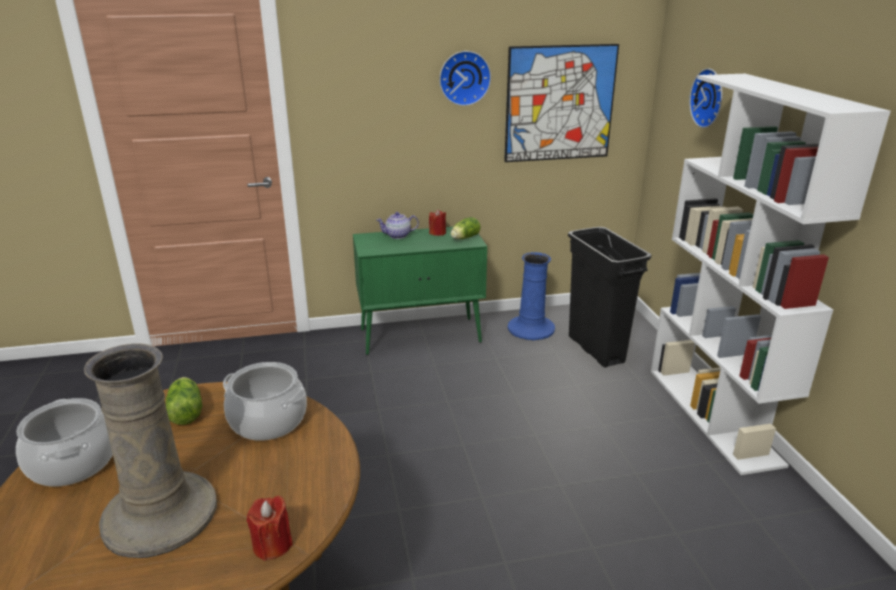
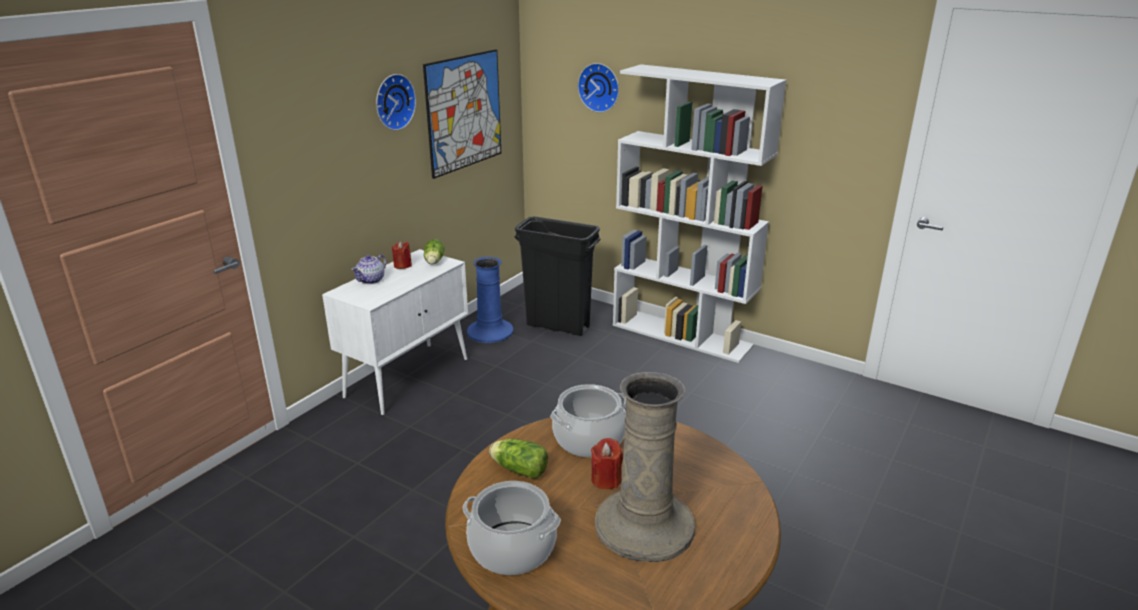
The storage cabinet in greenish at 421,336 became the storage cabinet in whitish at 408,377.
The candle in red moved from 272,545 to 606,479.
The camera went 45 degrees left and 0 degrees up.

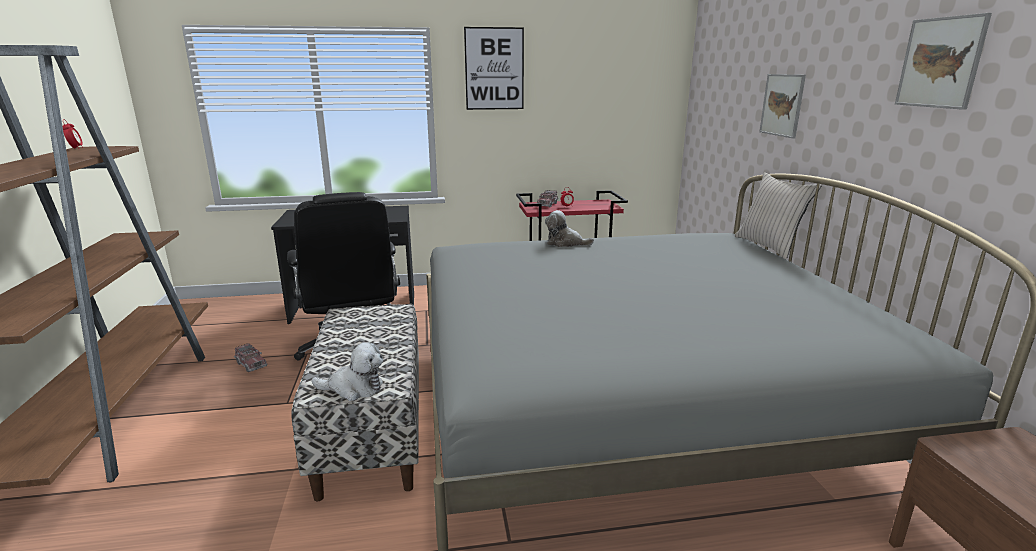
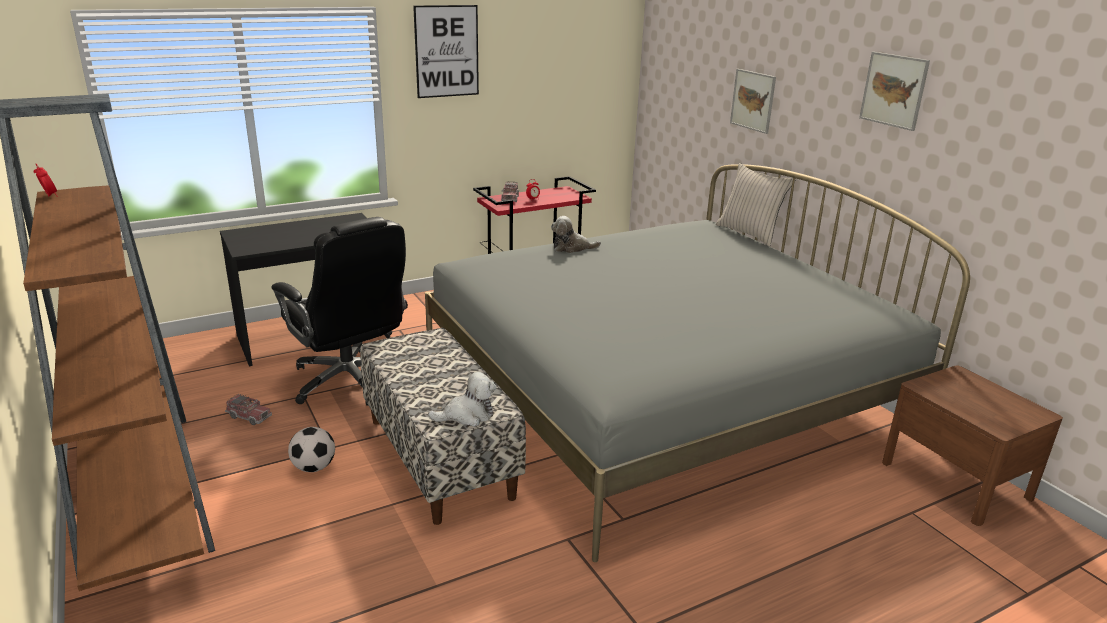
The football ball at 314,467 appeared.
The camera went 20 degrees left and 5 degrees up.

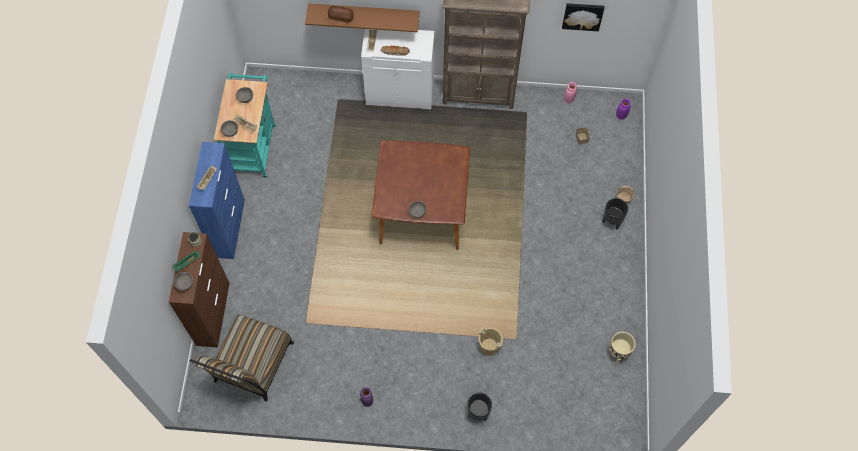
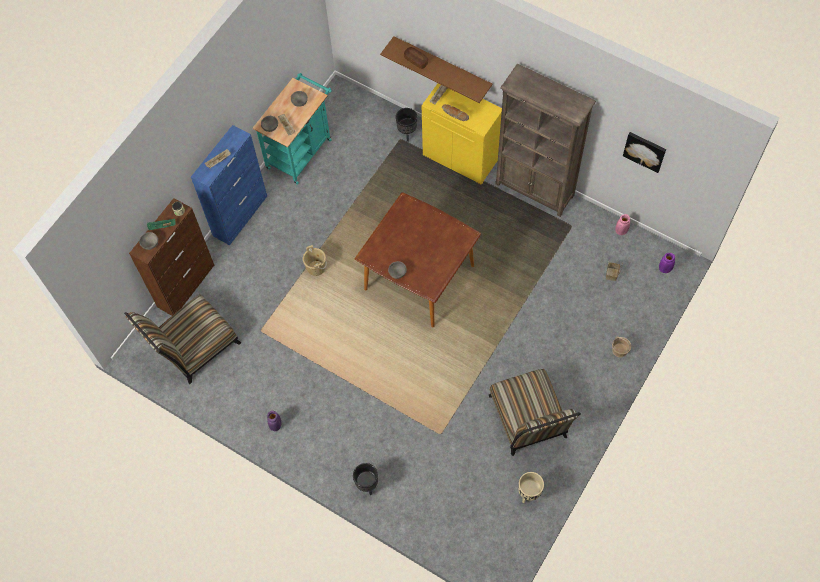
The storage cabinet in whitish at 400,92 became the storage cabinet in yellow-coloured at 461,156.
The plant pot in black moved from 612,221 to 407,133.
The bucket in sand-coloured moved from 489,346 to 316,268.
The plain chair at 529,421 appeared.
The camera went 30 degrees right and 0 degrees up.

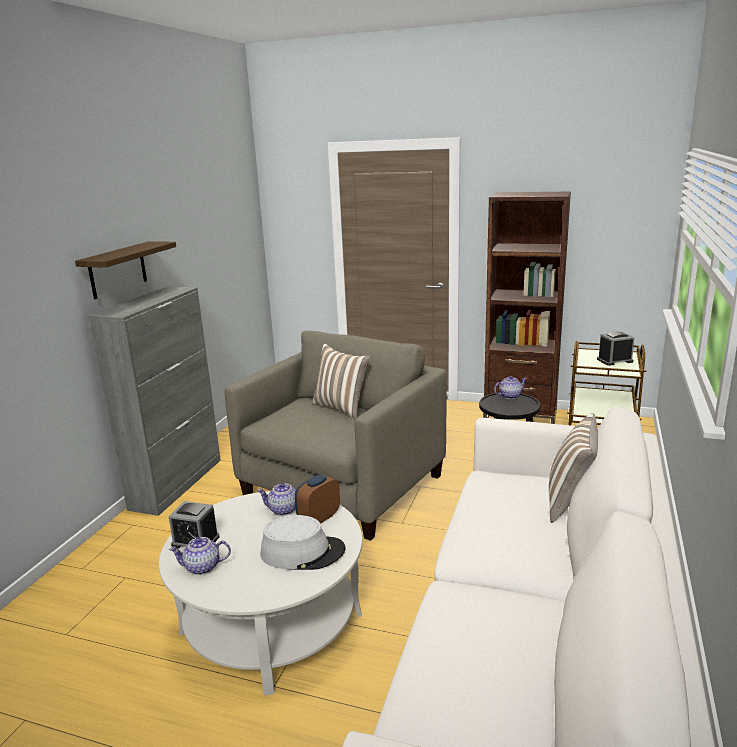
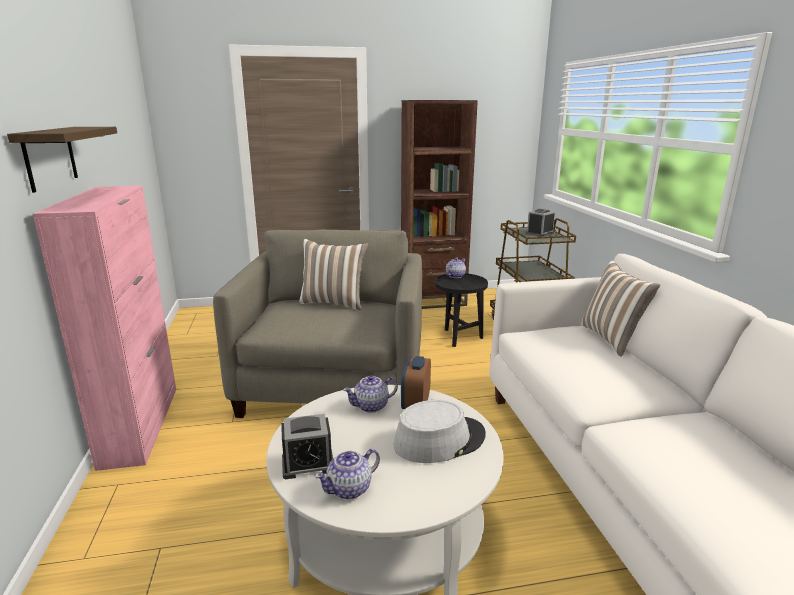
The storage cabinet in greyish at 177,483 became the storage cabinet in pinkish at 141,424.
The camera went 30 degrees left and 0 degrees up.

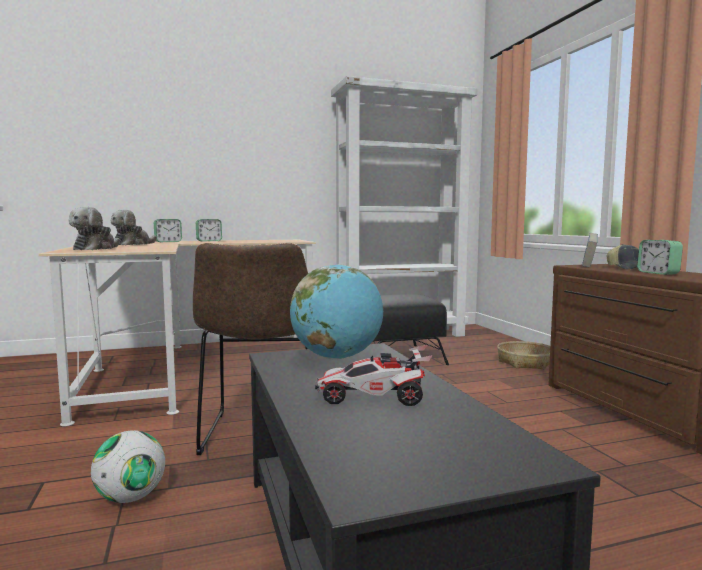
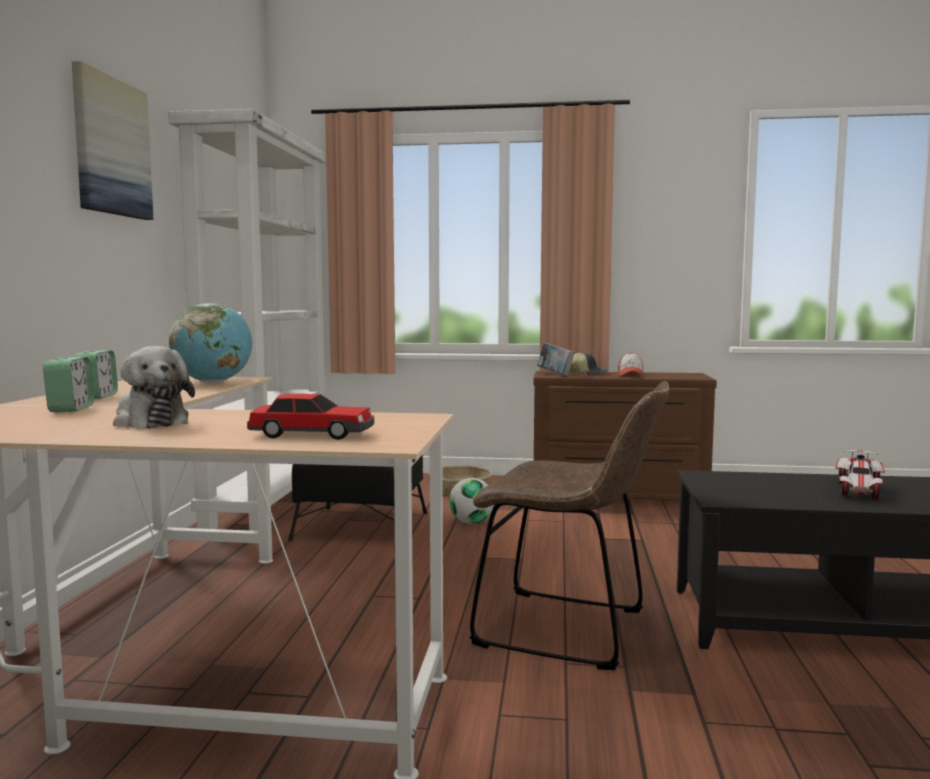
The cuddly toy at 96,249 was replaced by the model car at 314,434.
The alarm clock at 658,273 was replaced by the baseball cap at 631,375.
The globe moved from 337,358 to 213,382.
The football ball moved from 130,497 to 471,522.
The wall art at 111,147 appeared.
The camera went 65 degrees left and 0 degrees up.

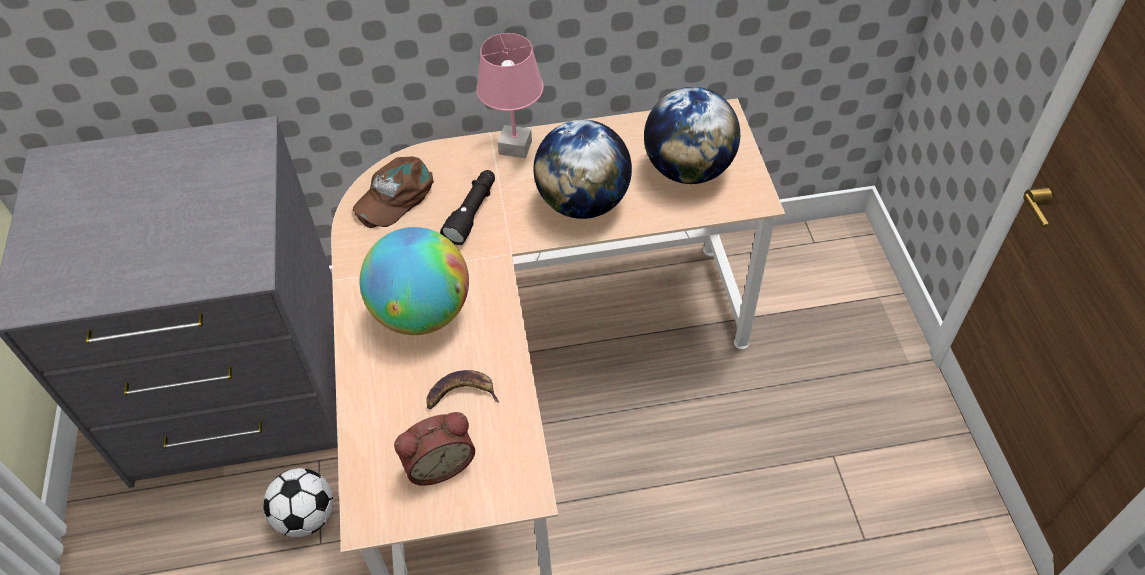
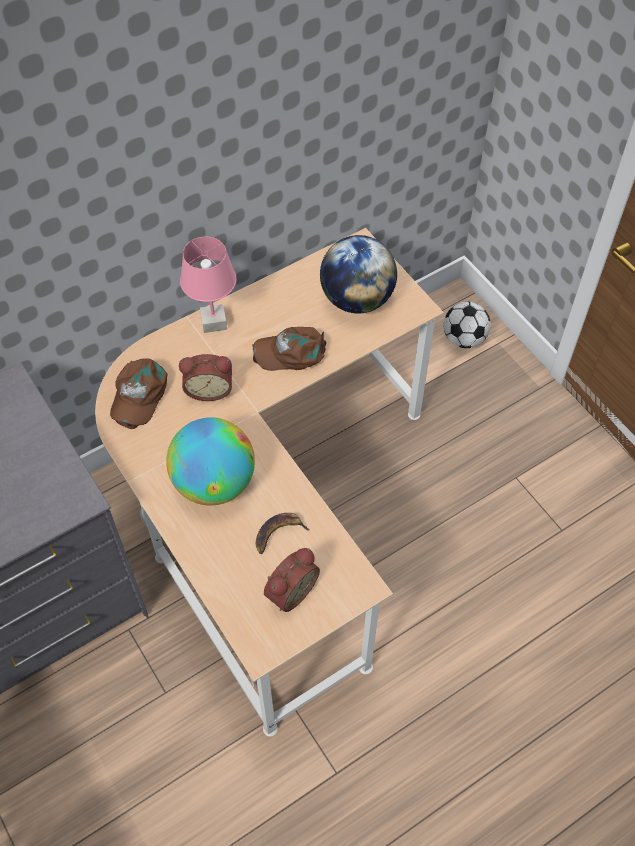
The globe at 583,202 was replaced by the baseball cap in brown-coloured at 291,352.
The flashlight in black at 472,213 was replaced by the alarm clock at 209,389.
The football ball moved from 306,516 to 464,339.
The camera went 25 degrees left and 5 degrees up.

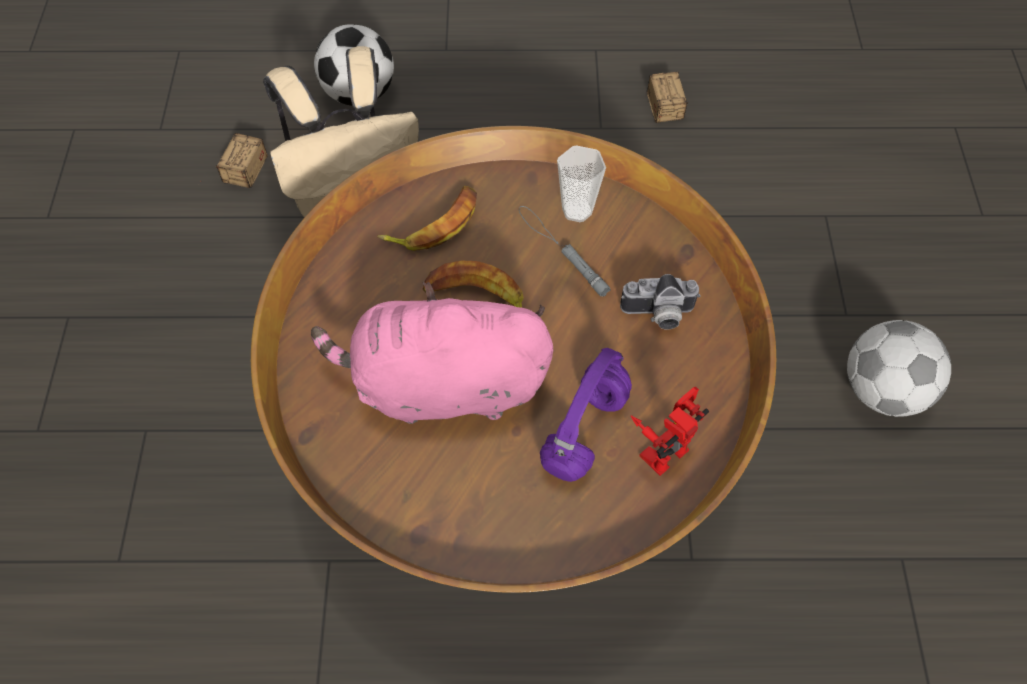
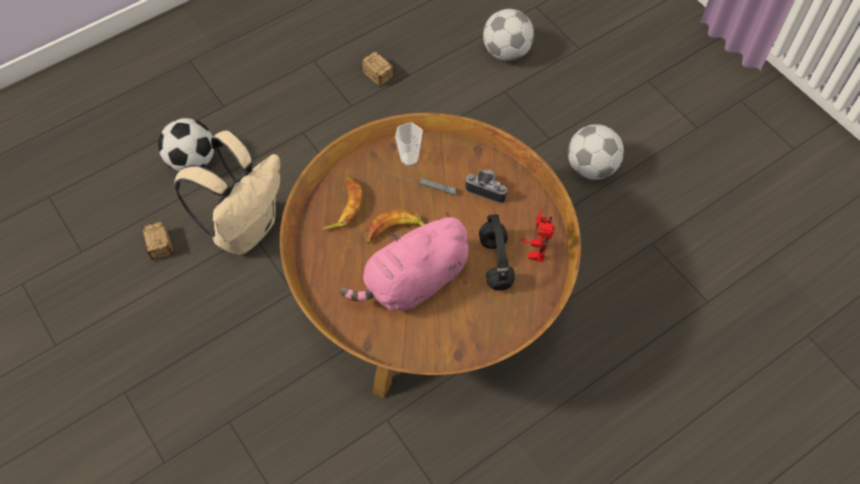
The still camera at 658,315 turned 120 degrees counterclockwise.
The headphones in purple-coloured at 585,433 became the headphones in black at 496,263.
The football ball at 506,52 appeared.
The camera went 35 degrees left and 0 degrees up.

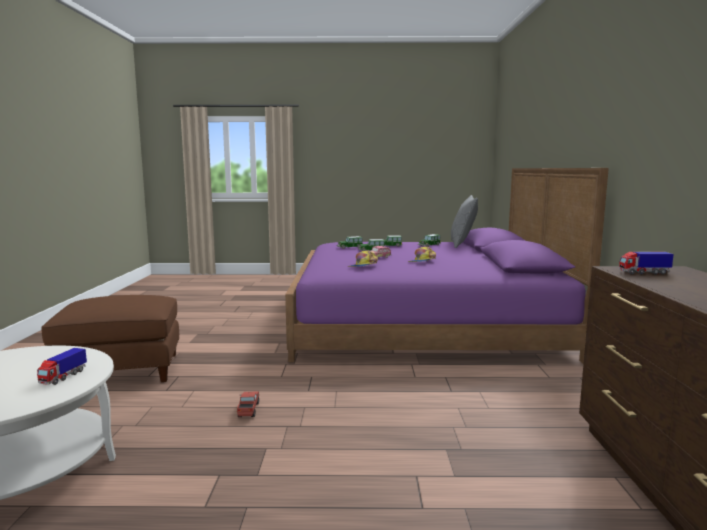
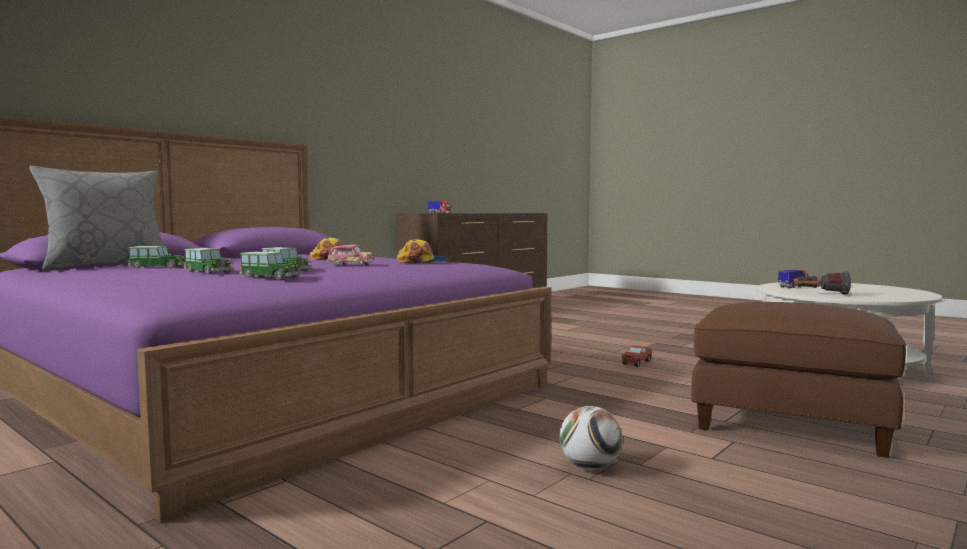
The flashlight at 820,293 appeared.
The football ball at 589,467 appeared.
The camera went 140 degrees left and 5 degrees down.

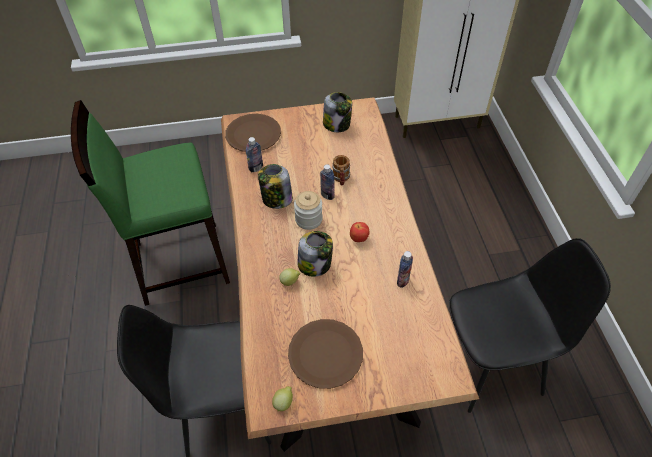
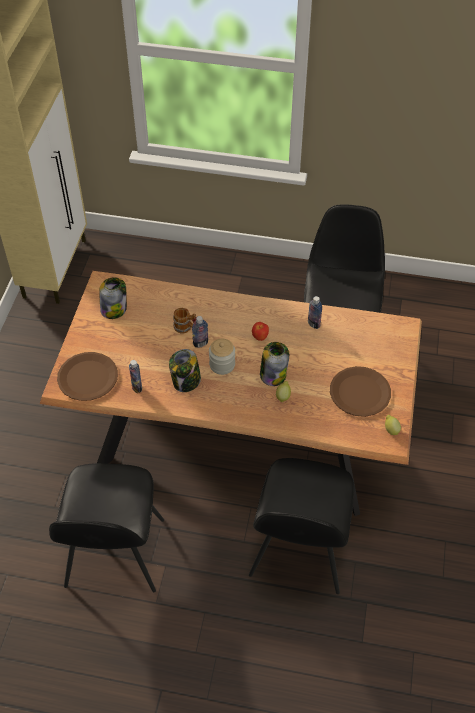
The stool seat in greenish at 180,262 was replaced by the plain chair in black at 114,555.
The camera went 70 degrees left and 0 degrees up.

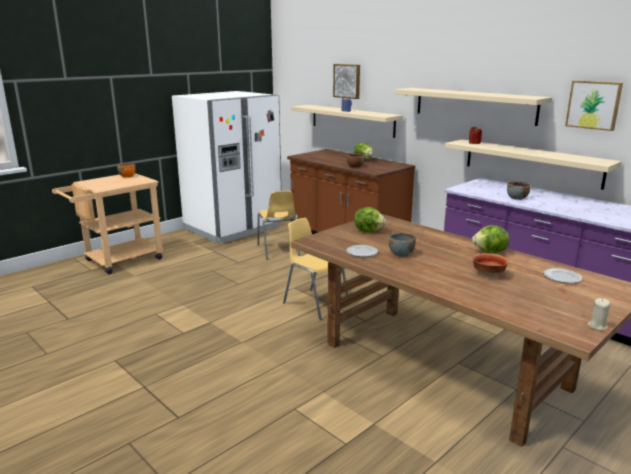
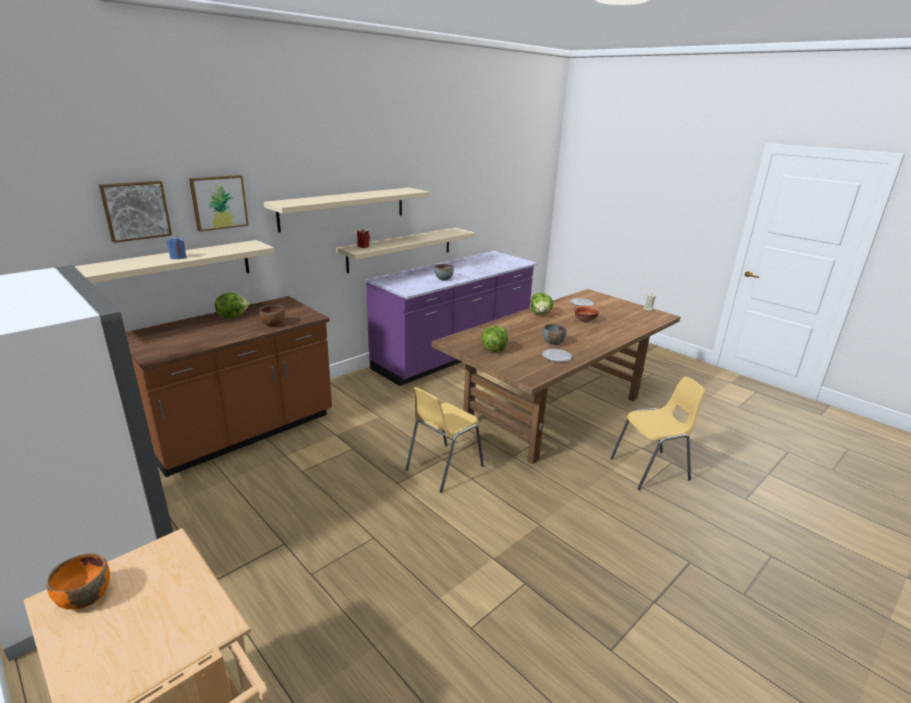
The wall art moved from 594,105 to 218,202.
The plain chair in yellow-coloured moved from 278,250 to 651,469.
The camera went 90 degrees left and 5 degrees up.

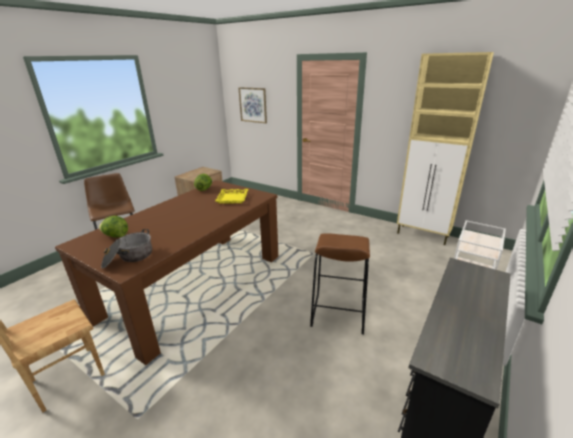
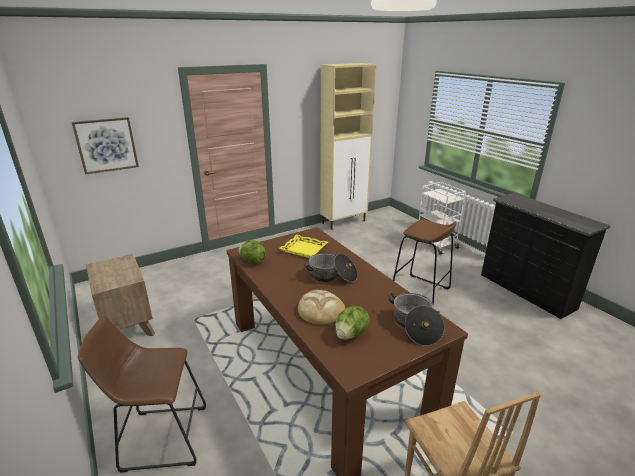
The saucepot at 332,276 appeared.
The bakery bread at 320,310 appeared.
The camera went 65 degrees left and 0 degrees up.

